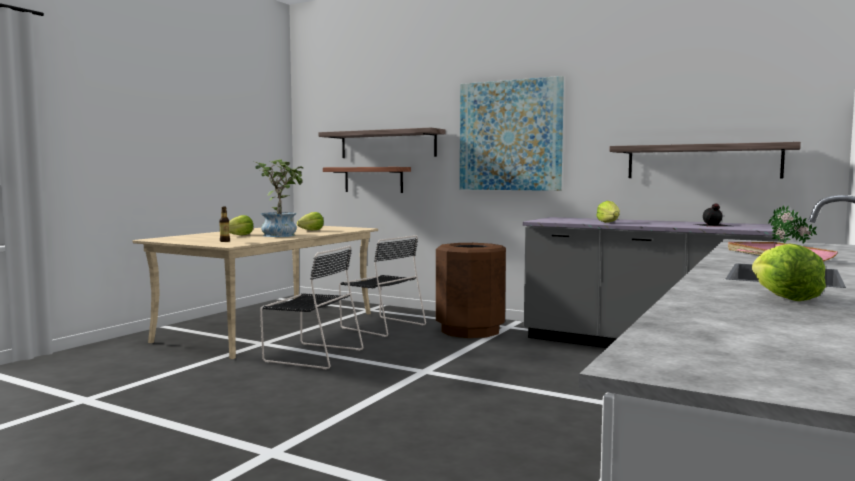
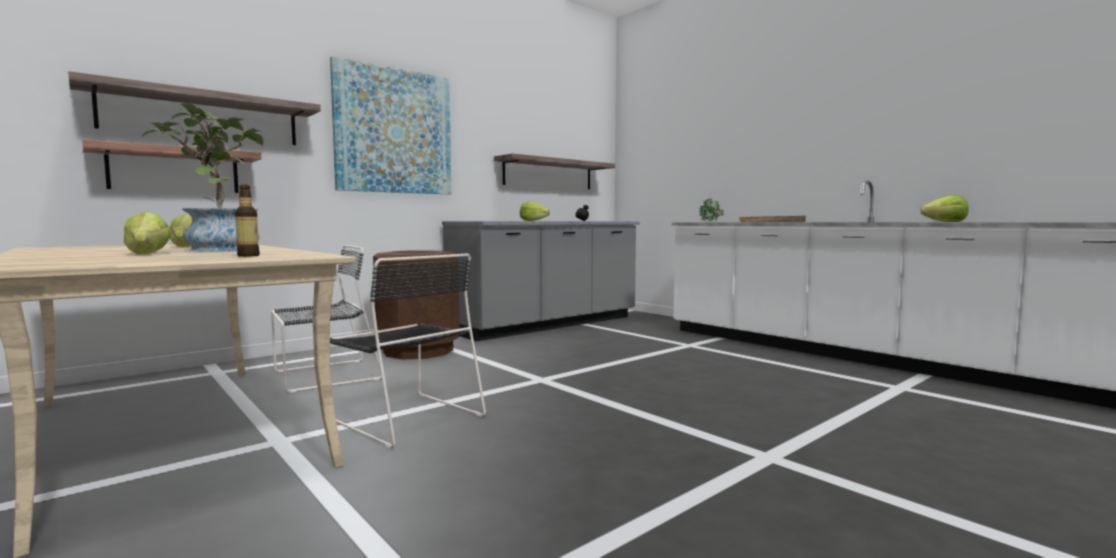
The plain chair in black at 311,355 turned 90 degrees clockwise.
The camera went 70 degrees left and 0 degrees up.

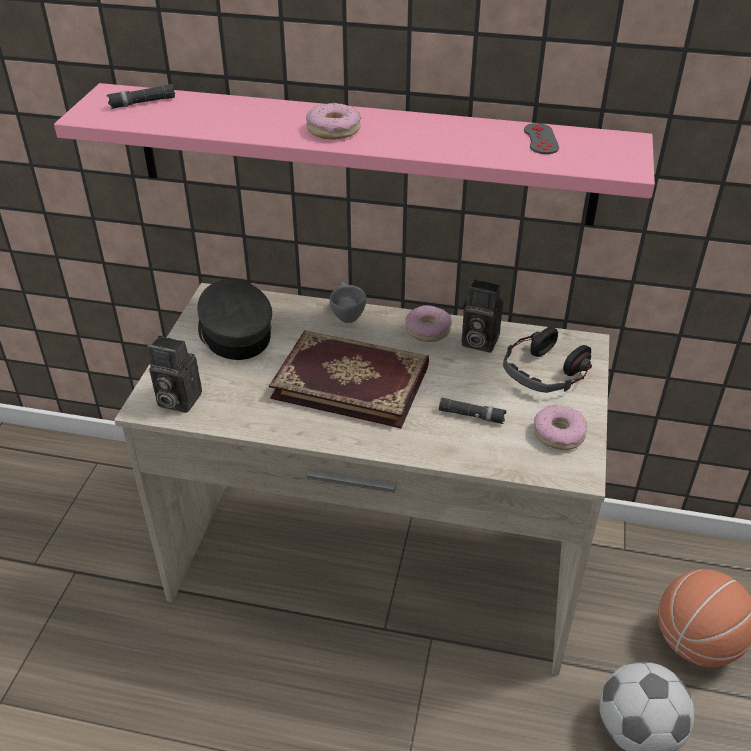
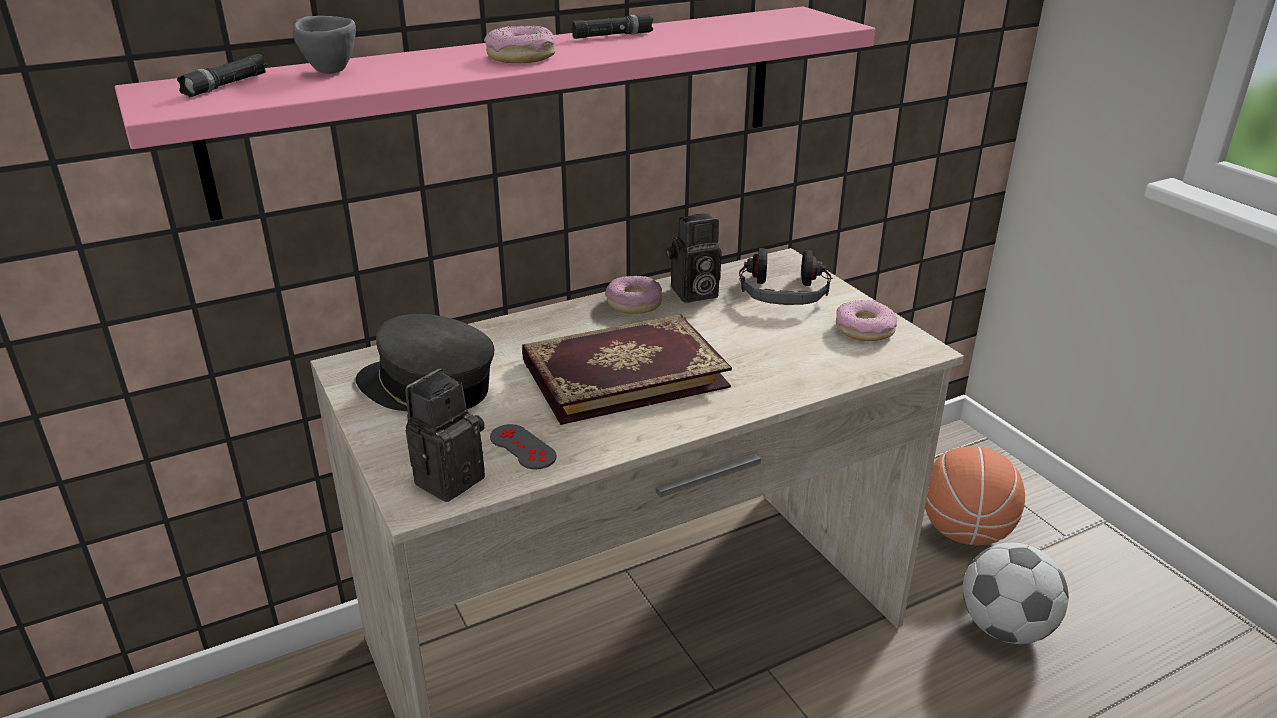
The game controller in greyish moved from 541,139 to 522,447.
The cup in greyish moved from 346,316 to 324,70.
The still camera at 176,400 turned 150 degrees clockwise.
The flashlight in black moved from 471,415 to 612,35.
The camera went 40 degrees left and 10 degrees down.

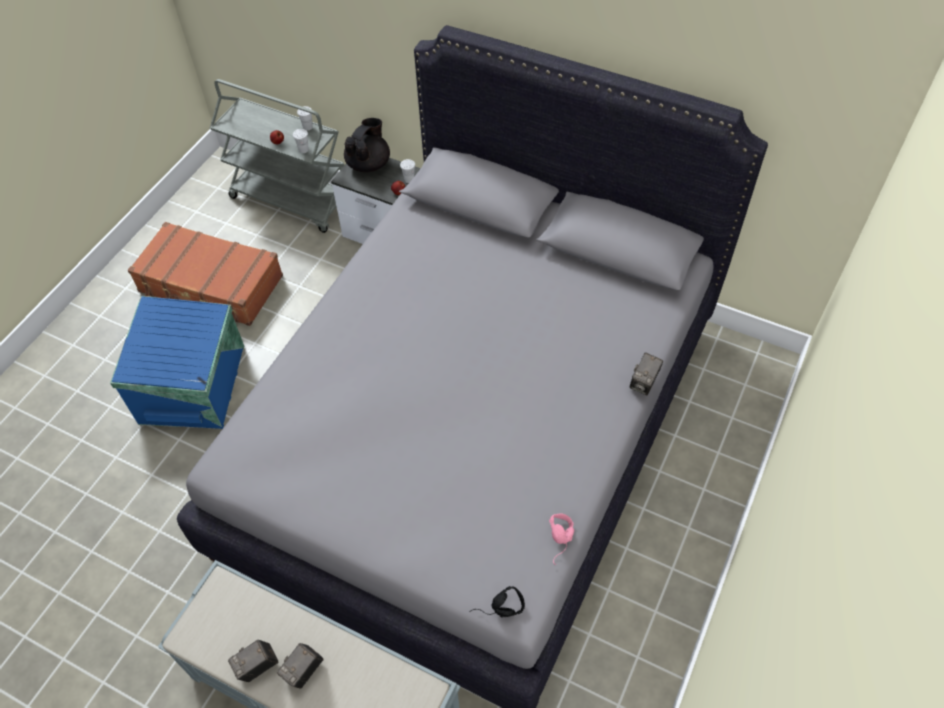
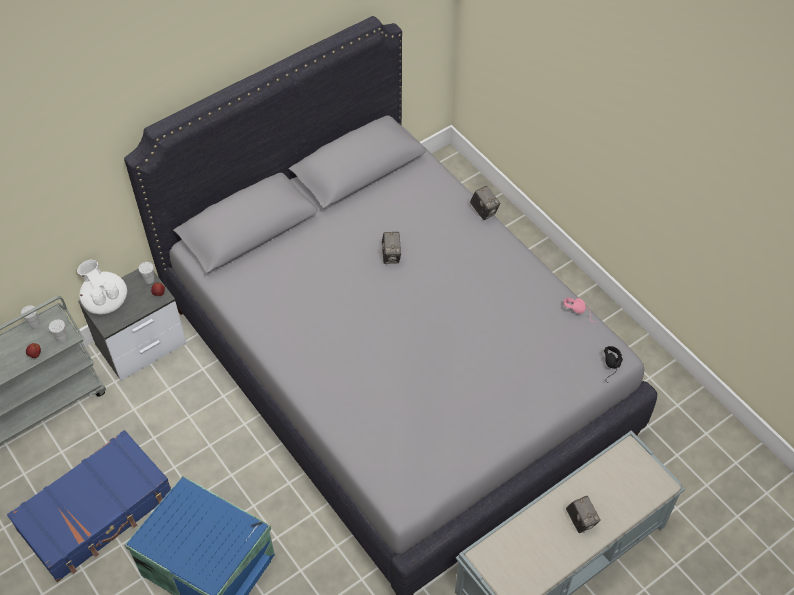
The tea pot in black at 369,164 became the tea pot in whitish at 106,301.
The suitcase in brown-coloured at 211,285 became the suitcase in bluish at 97,512.
The still camera moved from 257,666 to 391,256.
The camera went 65 degrees left and 0 degrees up.

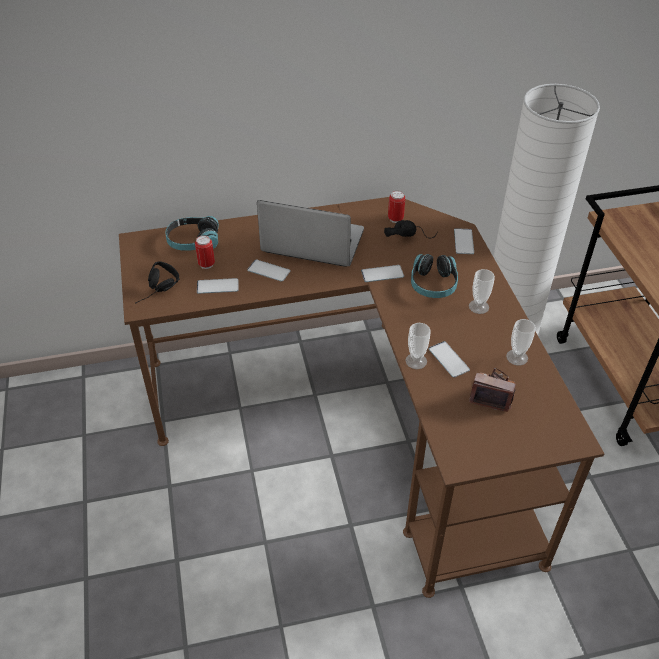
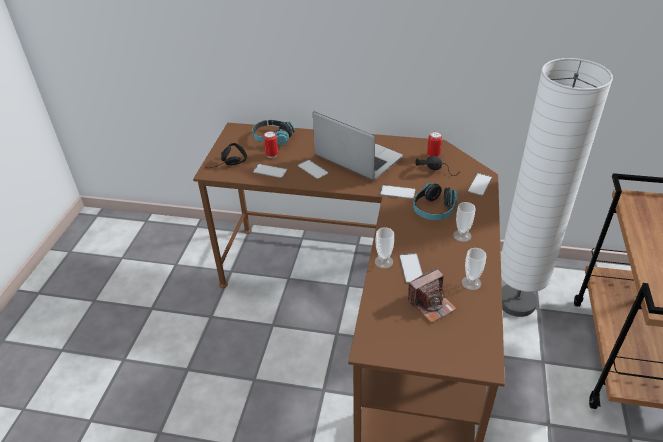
The still camera at 492,394 turned 105 degrees clockwise.
The camera went 25 degrees right and 5 degrees down.

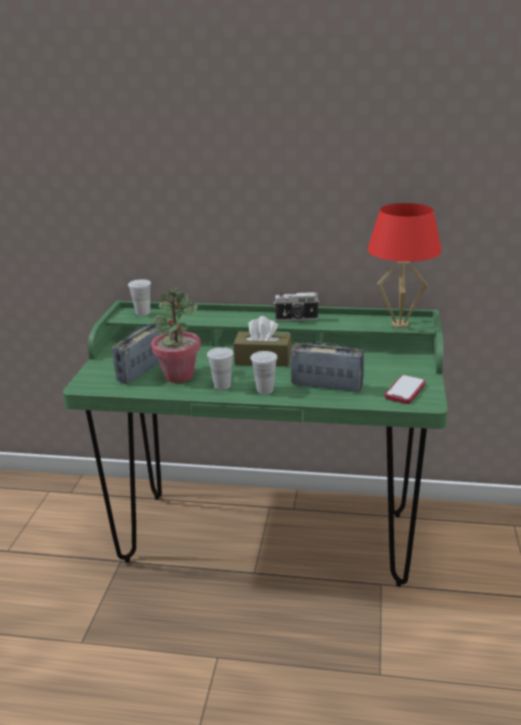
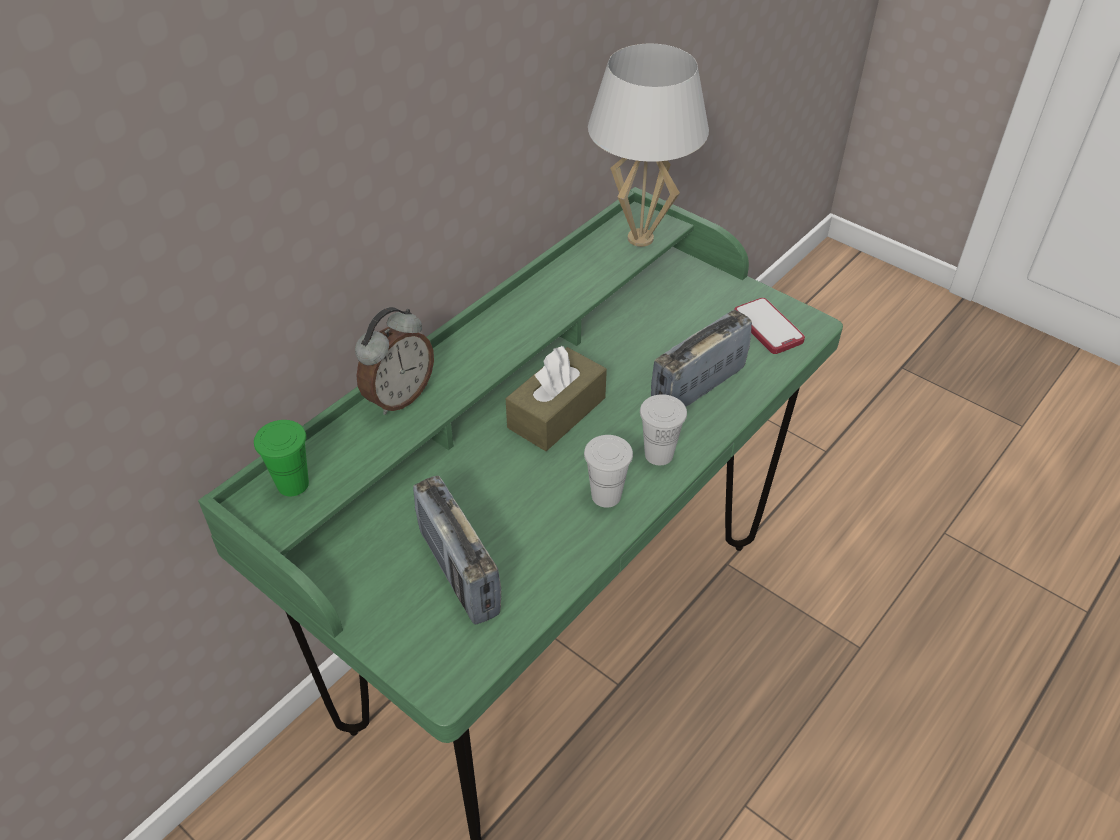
The table lamp in red at 400,324 became the table lamp in whitish at 641,238.
The cup in whitish at 142,313 became the cup in greenish at 293,484.
The houseplant at 178,376 disappeared.
The still camera at 296,319 disappeared.
The alarm clock at 398,396 appeared.
The camera went 60 degrees left and 20 degrees up.

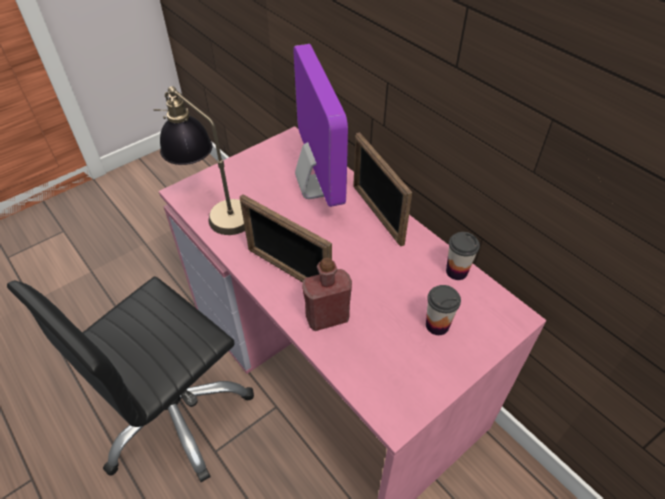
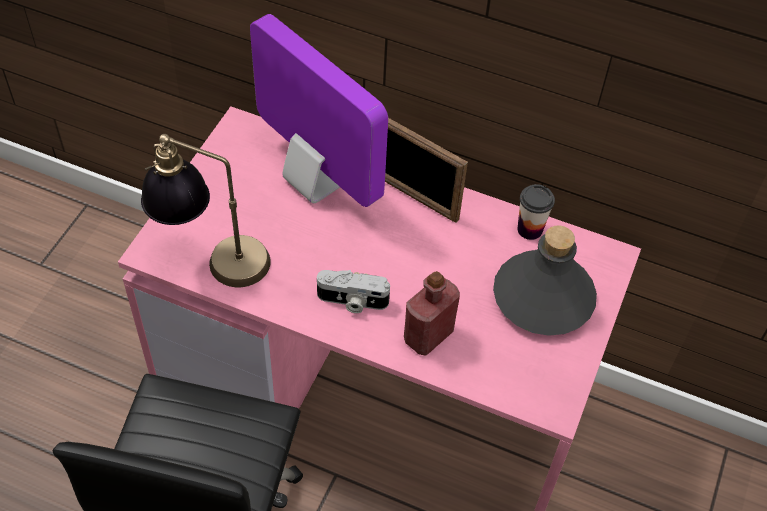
The picture frame at 288,271 was replaced by the still camera at 352,301.
The cup at 437,325 was replaced by the bottle in greyish at 542,297.
The camera went 30 degrees left and 5 degrees up.

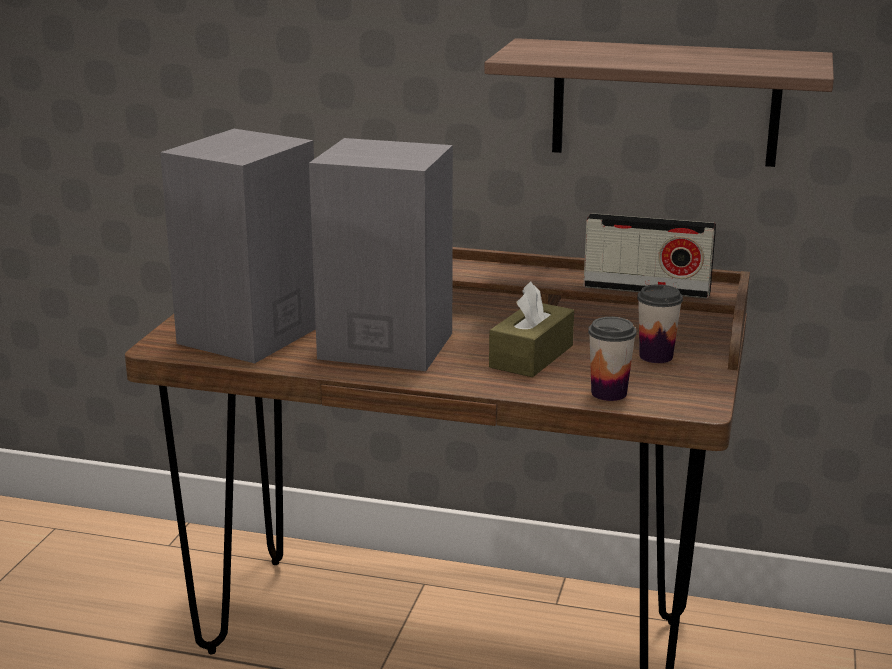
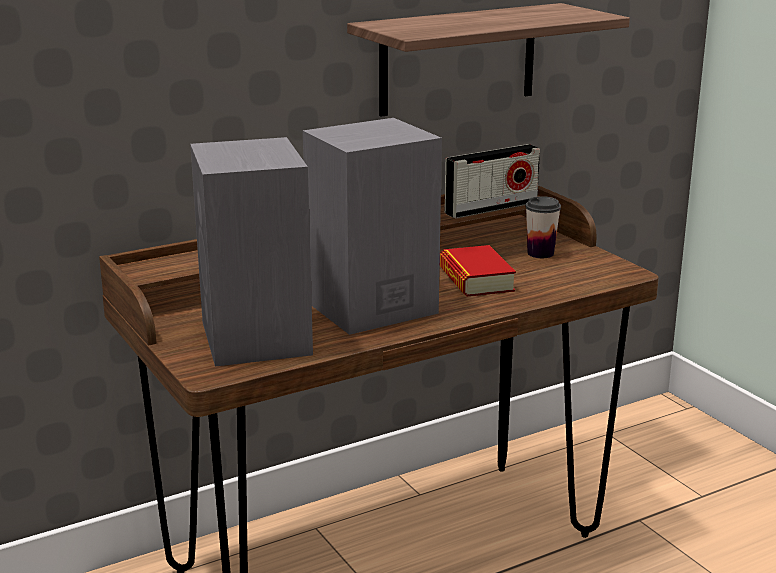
The tissue holder in brown-coloured at 531,356 was replaced by the book at 476,279.
The cup at 609,393 disappeared.
The camera went 45 degrees left and 0 degrees up.

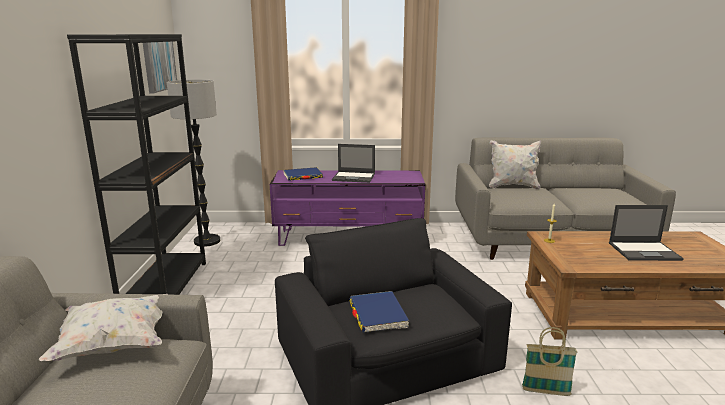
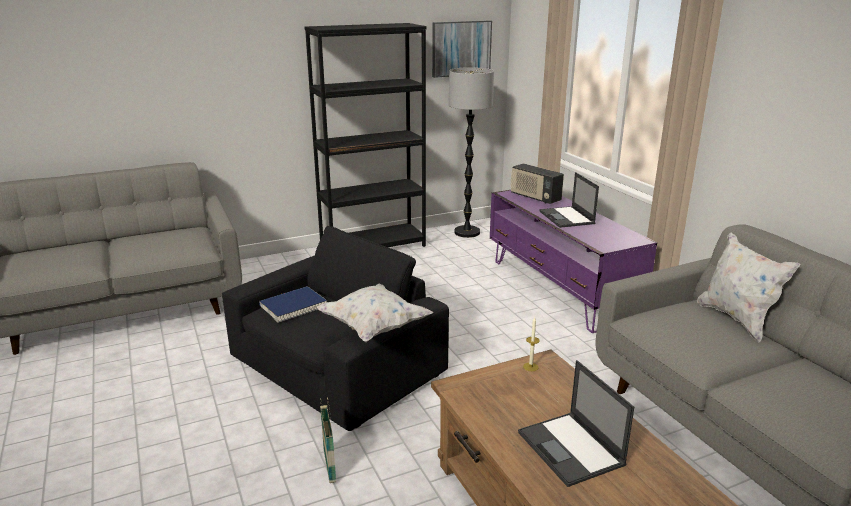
The book in bluish at 303,176 was replaced by the radio set at 535,198.
The throw pillow in whitish moved from 114,345 to 373,327.
The camera went 65 degrees right and 5 degrees up.

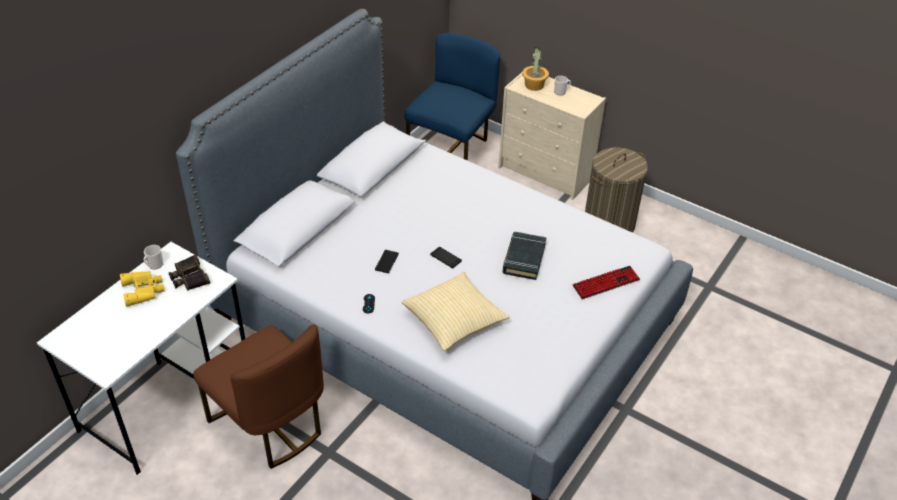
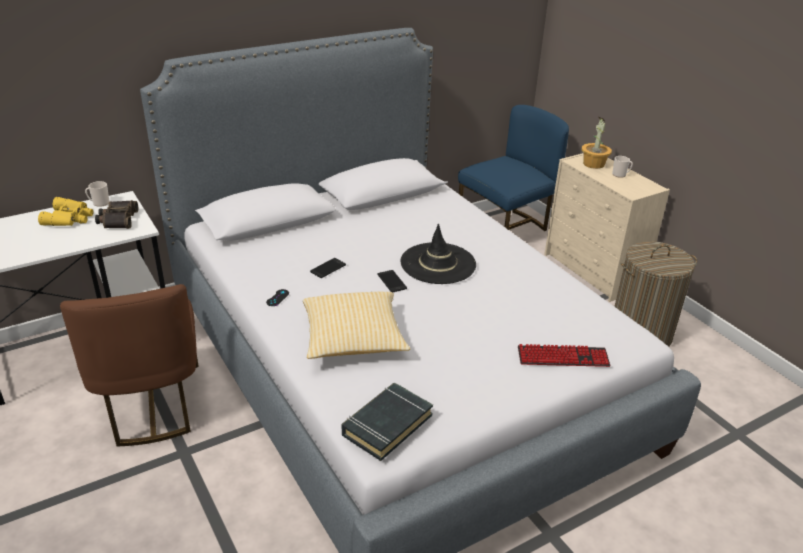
The book in black moved from 524,258 to 386,425.
The hat in black at 438,264 appeared.
The camera went 25 degrees right and 10 degrees down.

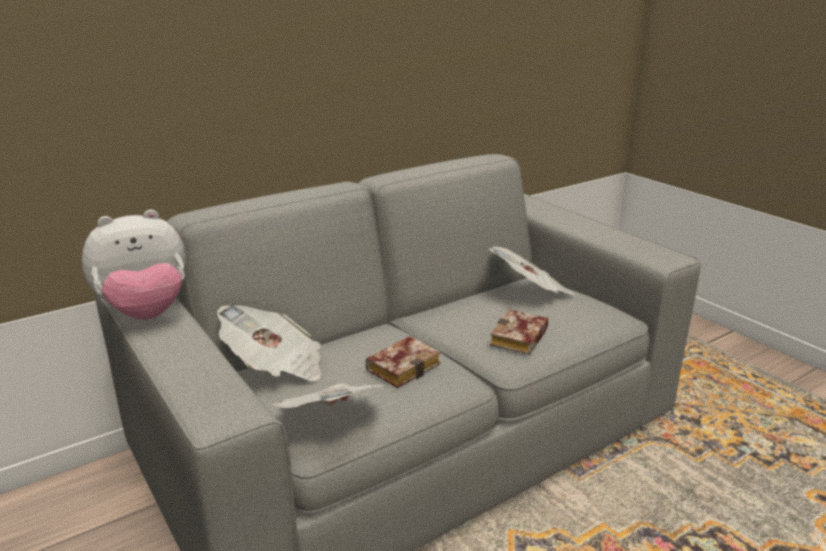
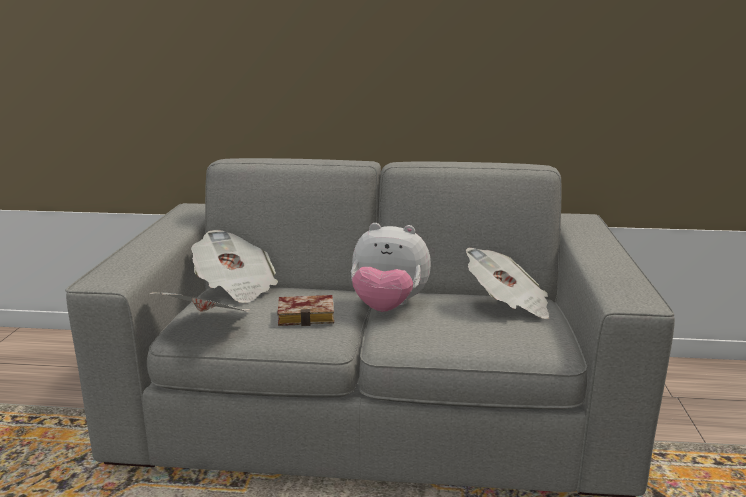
The cuddly toy moved from 146,313 to 388,307.
The book at 520,339 disappeared.
The camera went 40 degrees right and 5 degrees down.

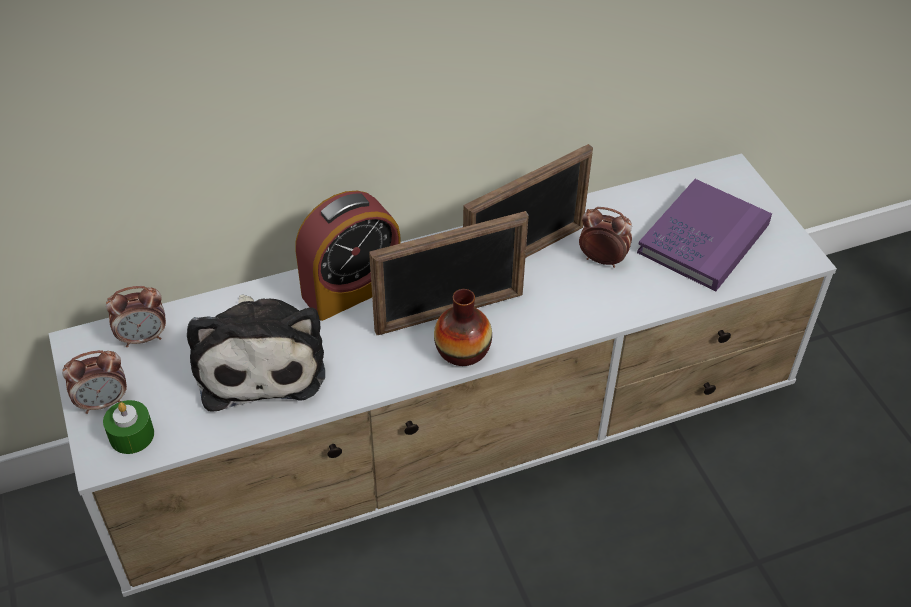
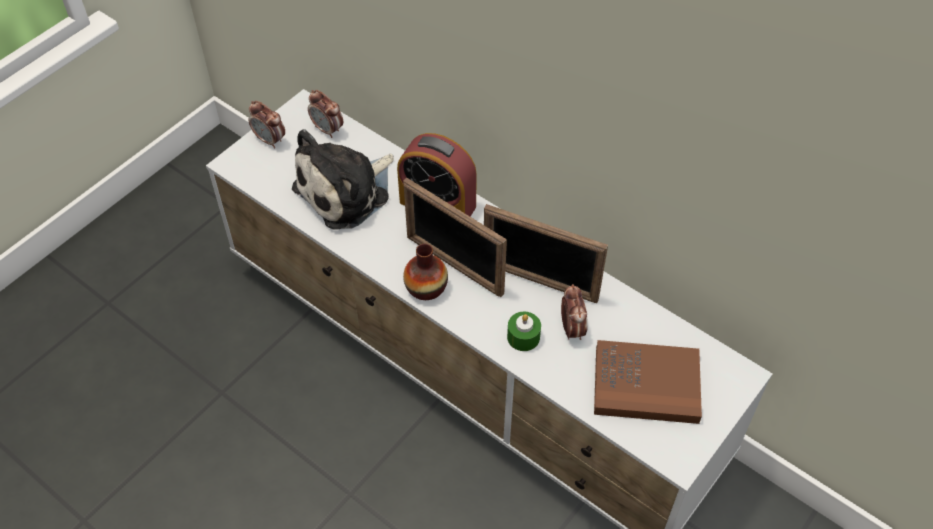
The book in purple-coloured at 703,238 became the book in brown-coloured at 646,384.
The candle in greenish moved from 131,435 to 523,337.
The camera went 60 degrees right and 5 degrees up.

